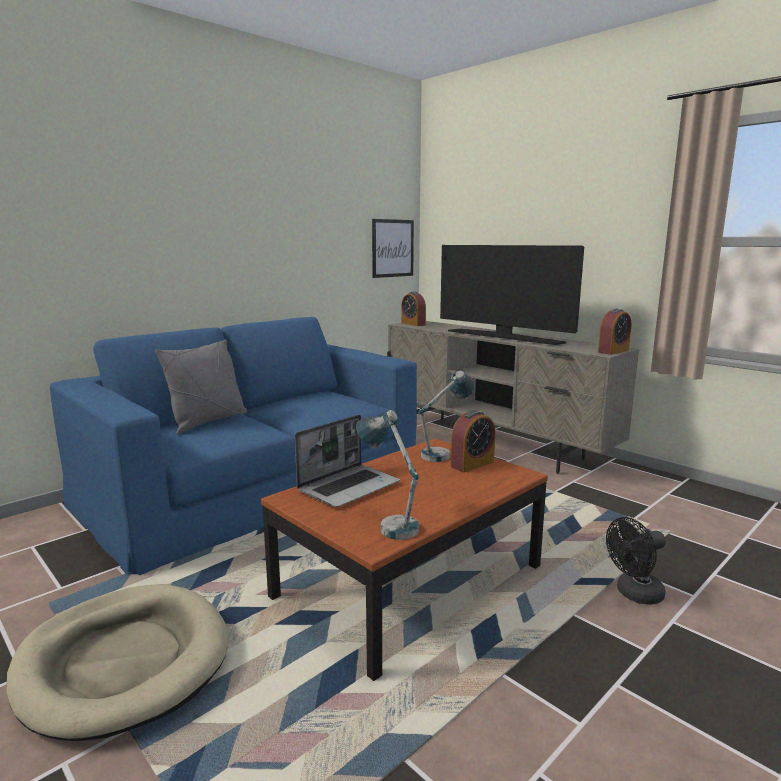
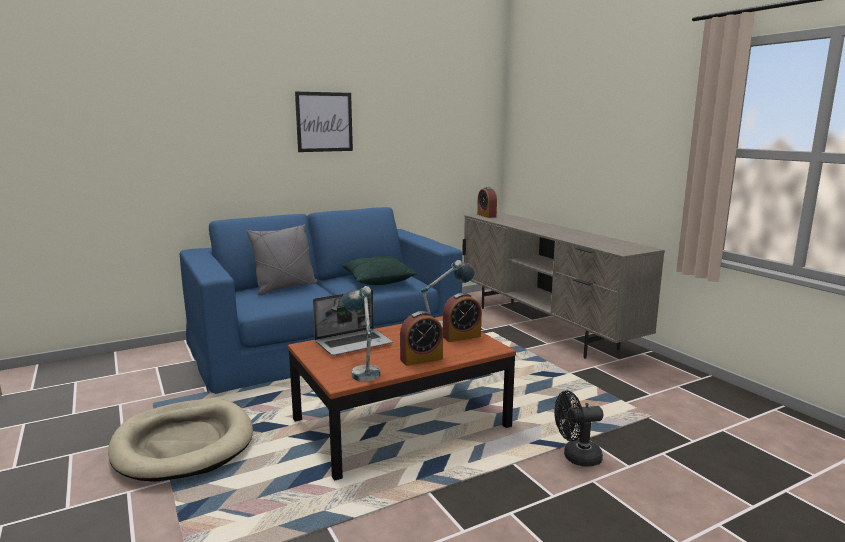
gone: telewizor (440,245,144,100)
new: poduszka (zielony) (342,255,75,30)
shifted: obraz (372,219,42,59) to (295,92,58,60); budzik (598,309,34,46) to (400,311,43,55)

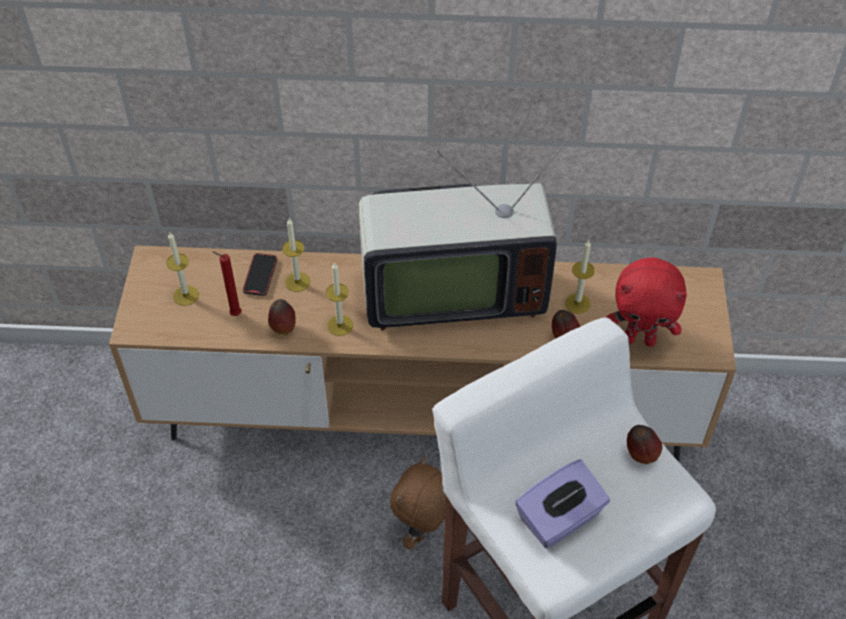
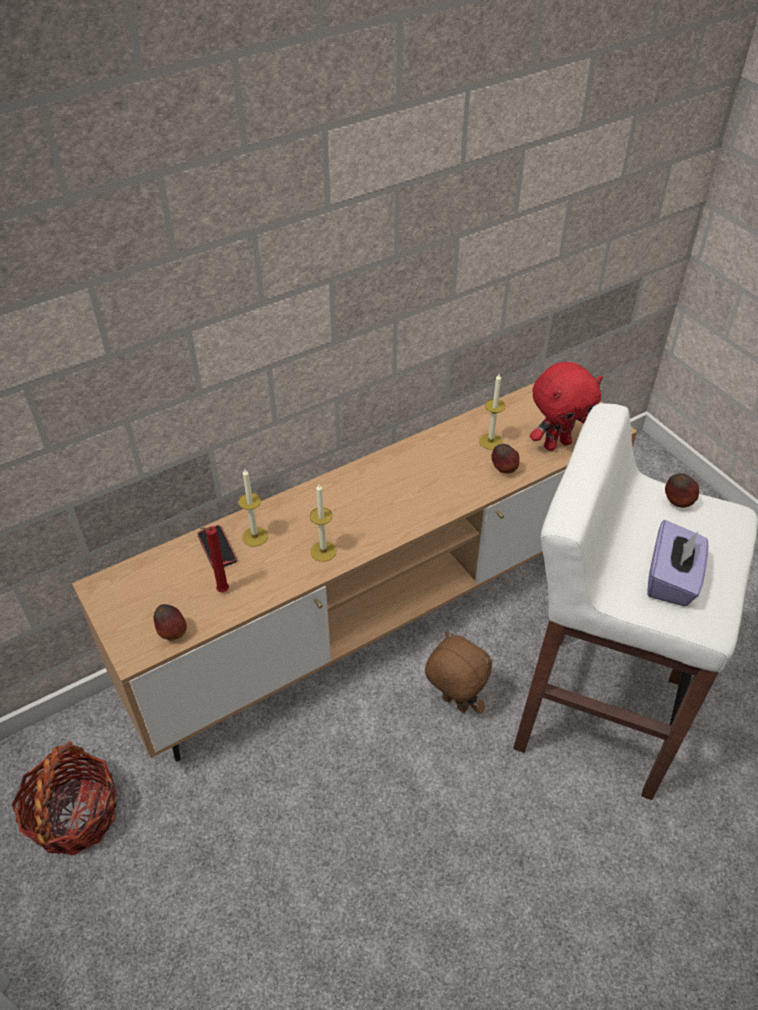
gone: świeca (166,232,33,74); telewizor (359,138,210,192)
new: koszyk (11,742,106,113)
shifted: jabłko (268,299,28,36) to (154,604,33,37)
rotated: pluszak (brązowy) (390,457,56,93) = (425,631,67,83) 135 degrees clockwise

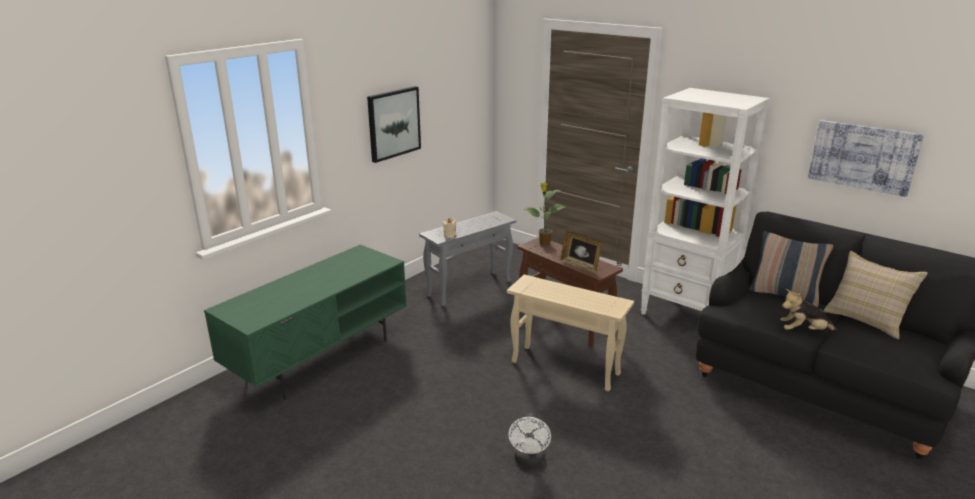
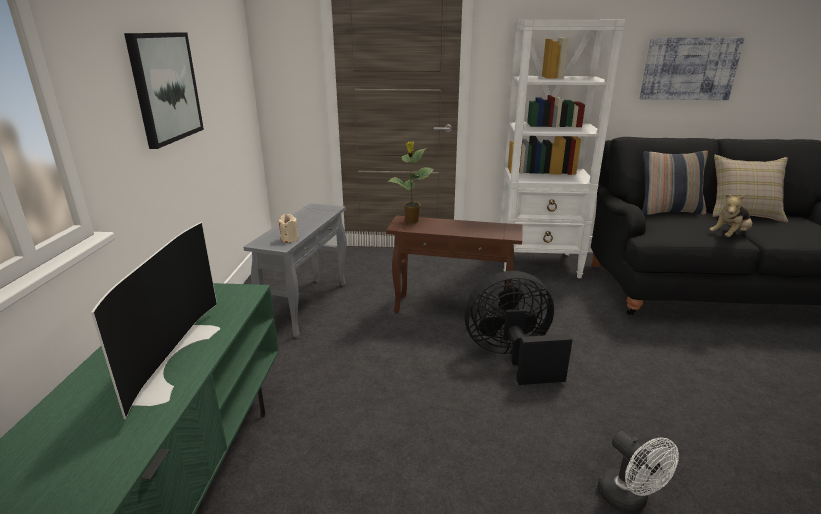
gone: ramka na zdjęcie (560,230,42,44)
new: telewizor (91,222,129,197)
swapped: stolik (beżowy) (507,275,127,117) to wentylator (czarny) (464,271,109,114)

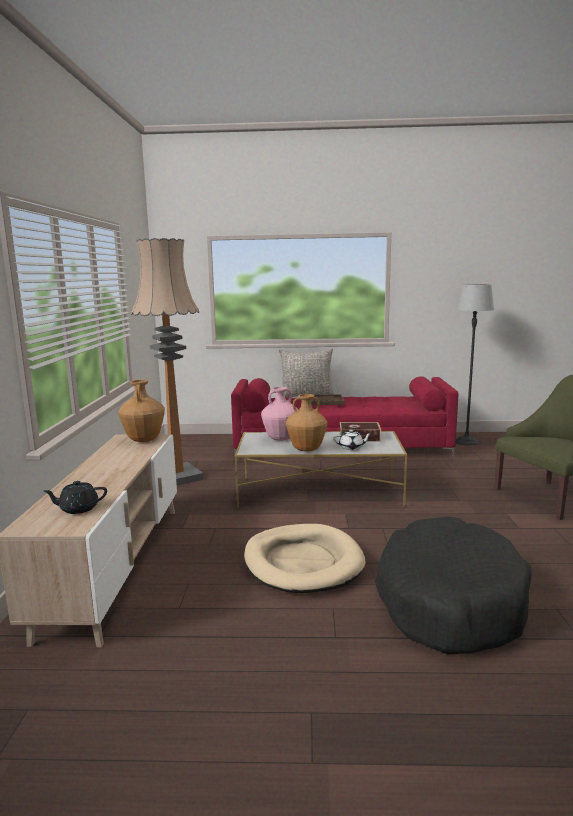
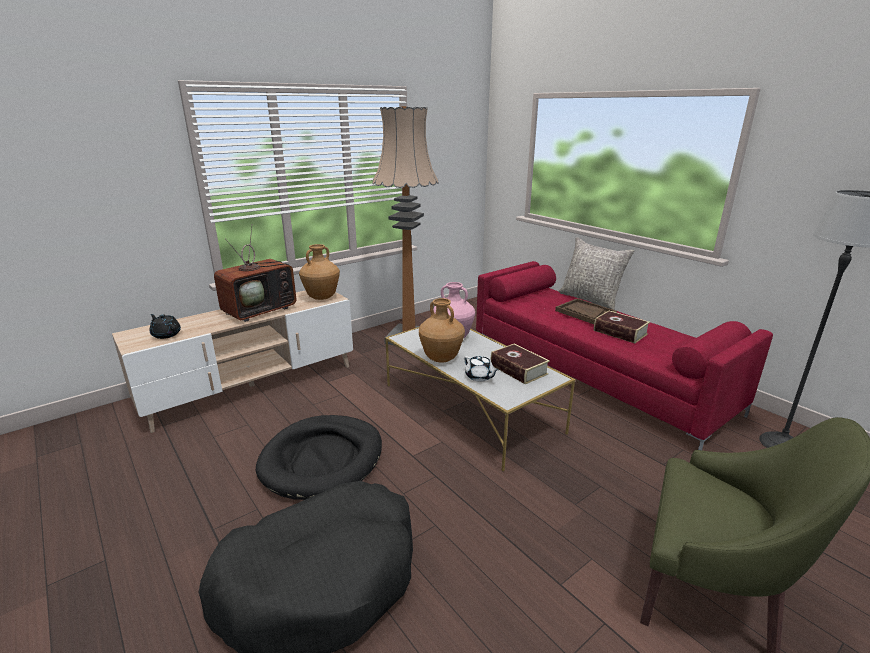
new: telewizor (214,224,83,98); książka (594,311,56,32)
repainted: legowisko (beżowy) (244,524,121,69) to legowisko (czarny) (256,415,126,85)

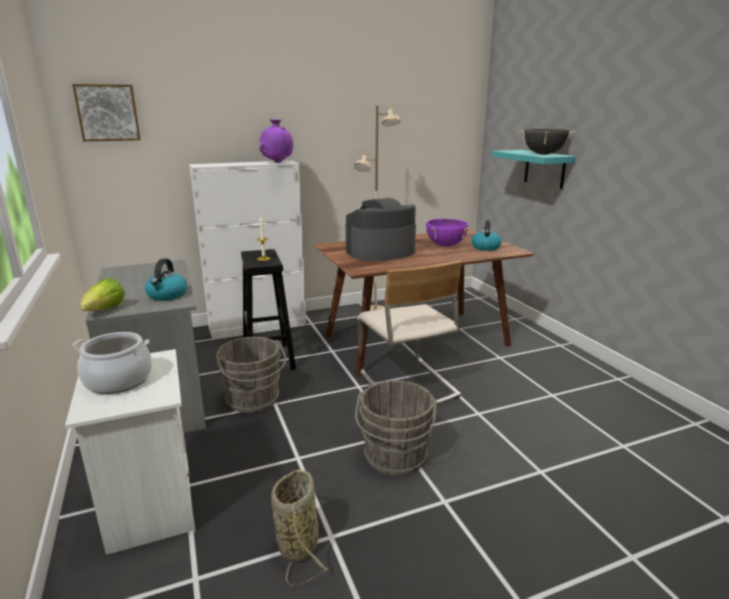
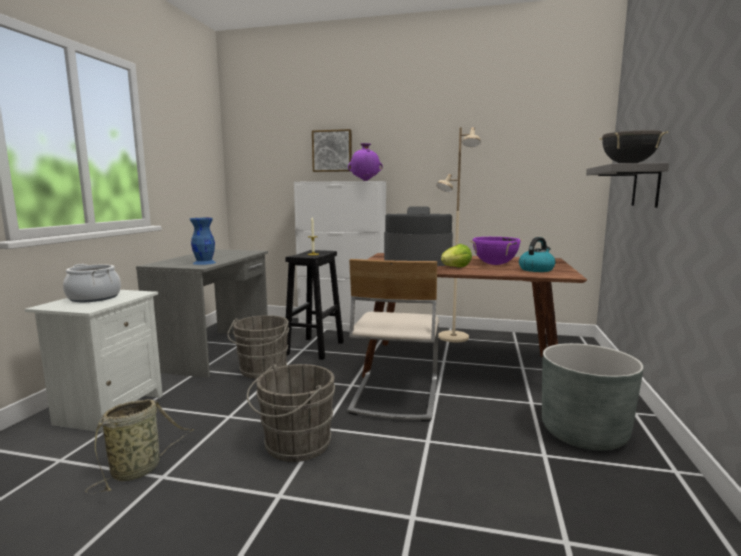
new: donica (szary) (542,343,102,108)
shifted: obraz (72,84,69,57) to (312,129,40,43); sałata (80,278,45,33) to (441,244,31,23)
swapped: czajnik (145,258,42,43) to wazon (niebieski) (190,218,26,47)
repainted: półka (turkusowy) (492,150,84,39) to półka (szary) (586,163,83,45)

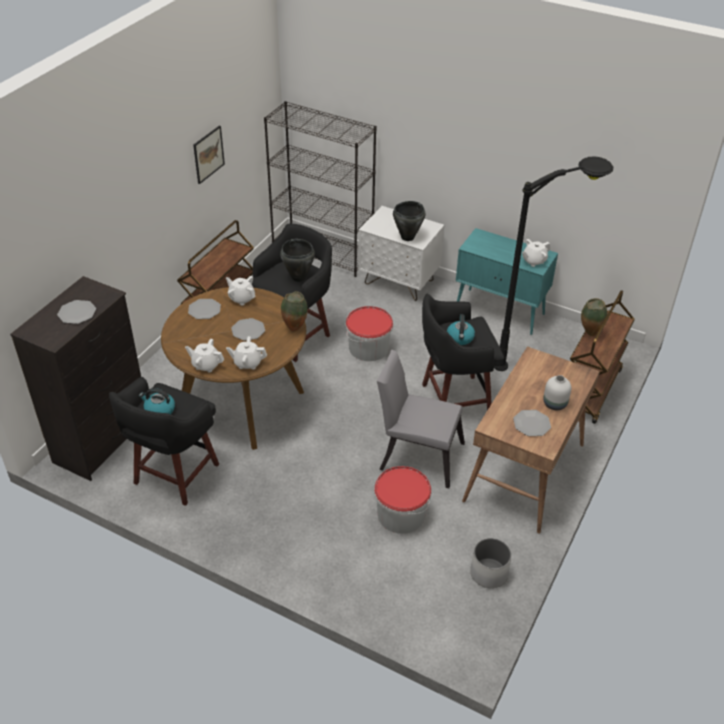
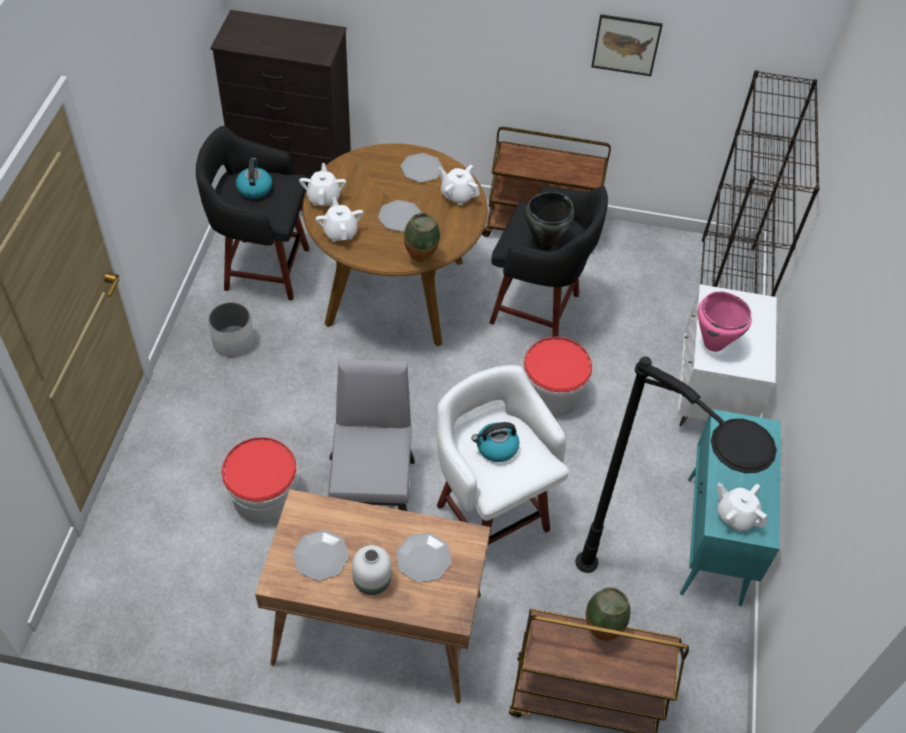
shifted: talerz (57,300,39,24) to (396,533,56,50); donica (biały) (470,538,42,50) to (208,302,47,55)
repainted: garnek (czarny) (393,201,32,40) to garnek (różowy) (698,291,54,61); stołek (czarny) (422,294,82,116) to stołek (biały) (436,365,133,180)
rotated: imbryk (biały) (226,276,30,29) = (438,165,42,40) 75 degrees counterclockwise

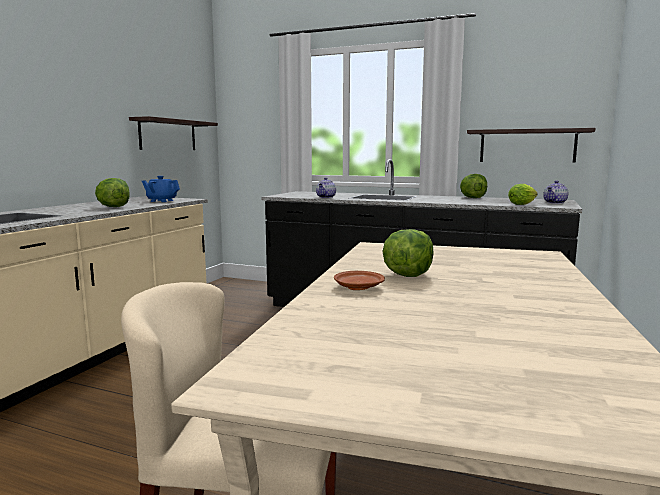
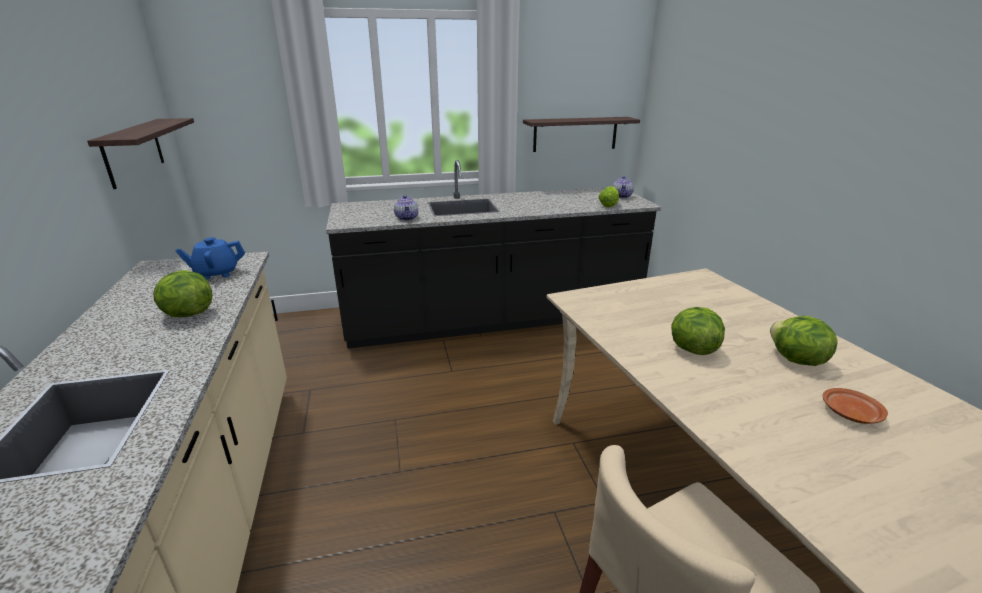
shifted: talerz (brązowy) (334,271,51,19) to (823,388,65,36); sałata (460,174,27,24) to (770,316,68,50)

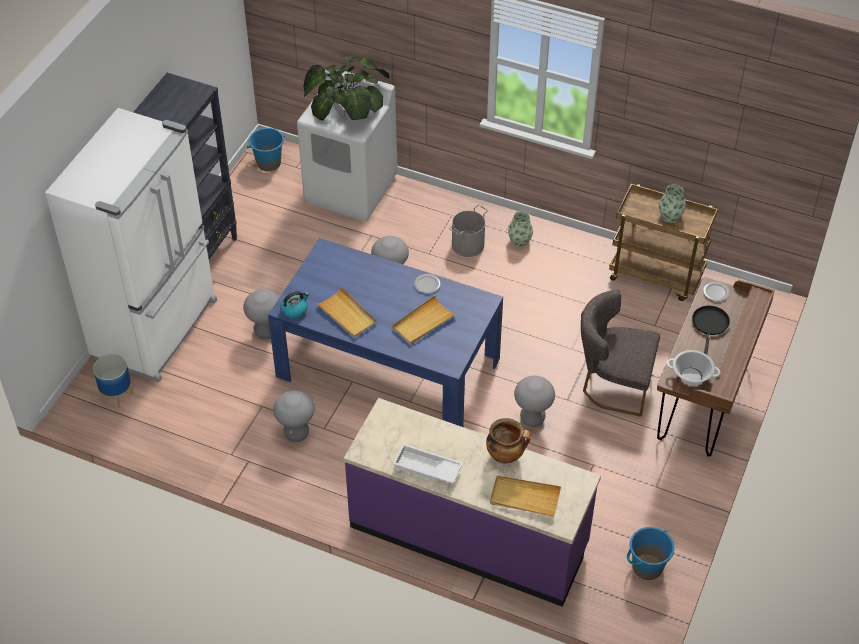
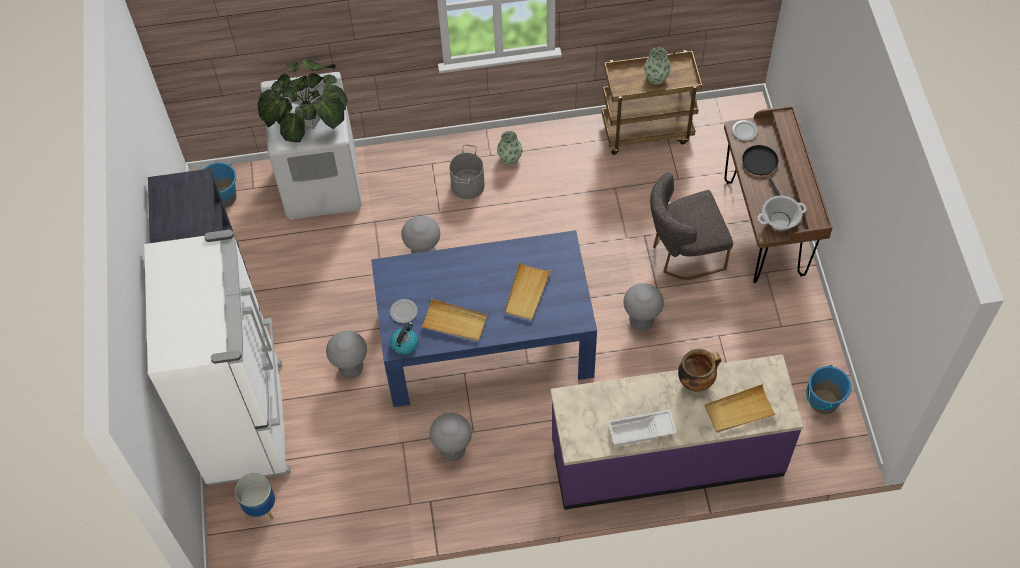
shifted: talerz (414,274,26,20) to (390,299,28,24)

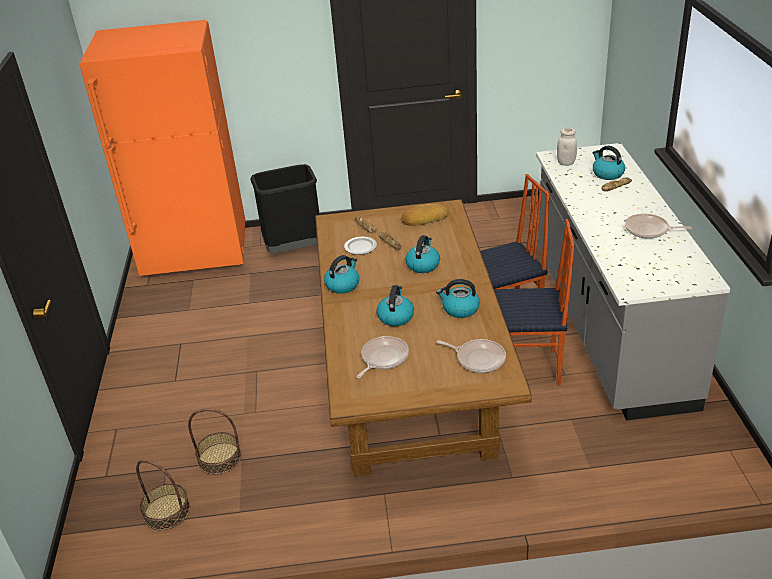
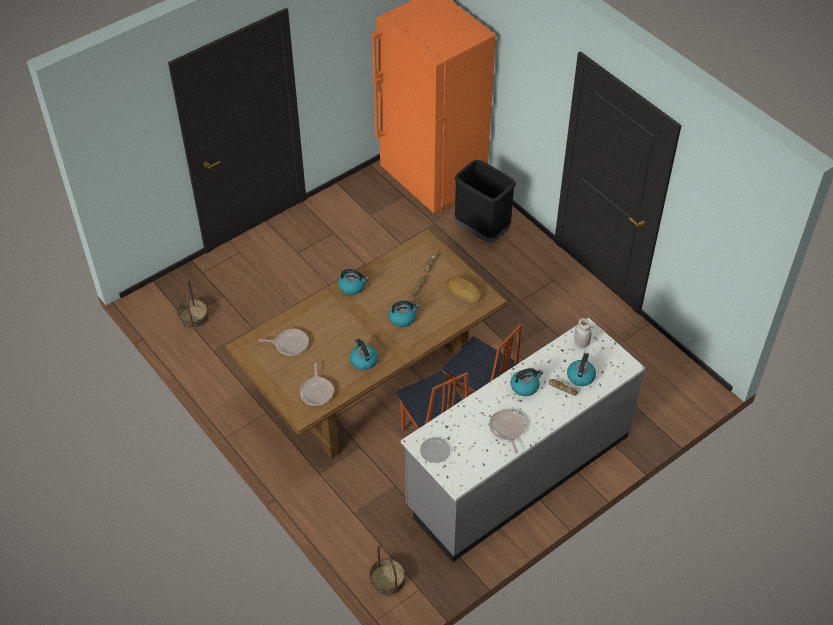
shifted: koszyk (188,409,53,66) to (370,545,35,51); talerz (344,236,33,19) to (420,437,30,26); czajnik (377,285,37,41) to (511,368,32,28)

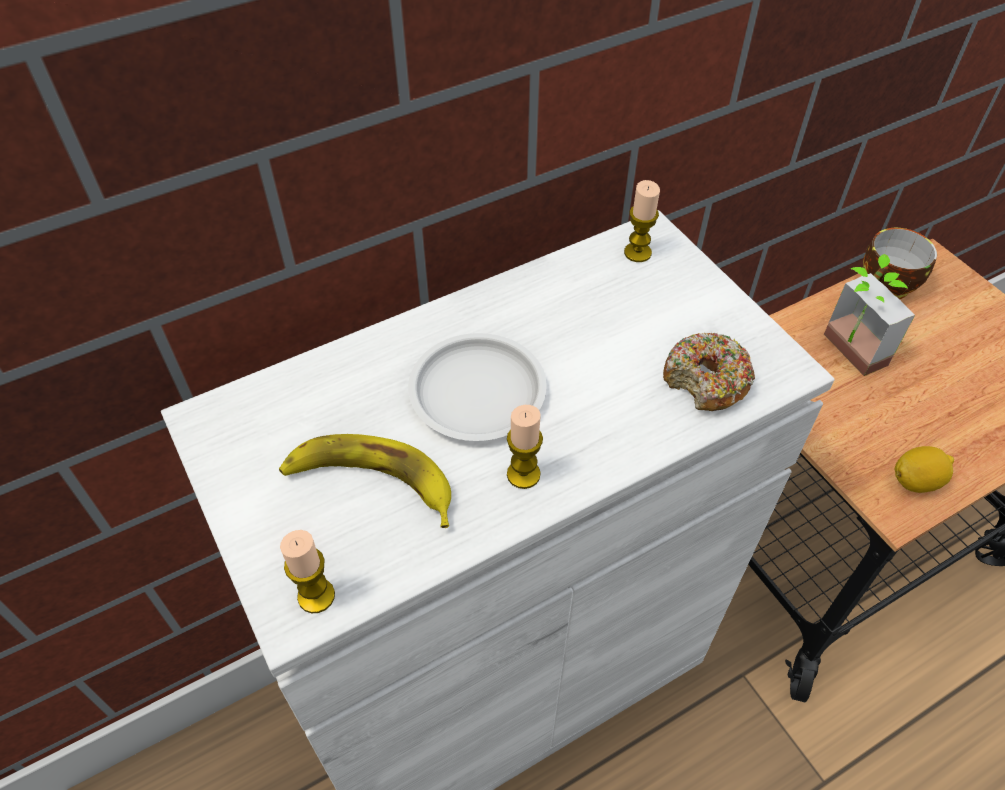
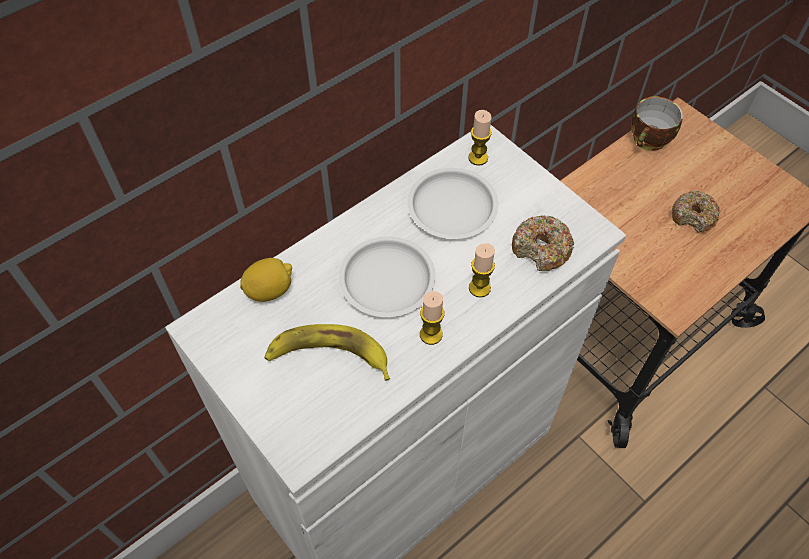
gone: roślina doniczkowa (824,254,91,122)
new: talerz (biały) (407,168,91,71); donut (672,191,49,42)
shifted: świeca (280,530,55,83) to (469,243,26,55); cytryna (895,446,59,47) to (240,258,52,44)

